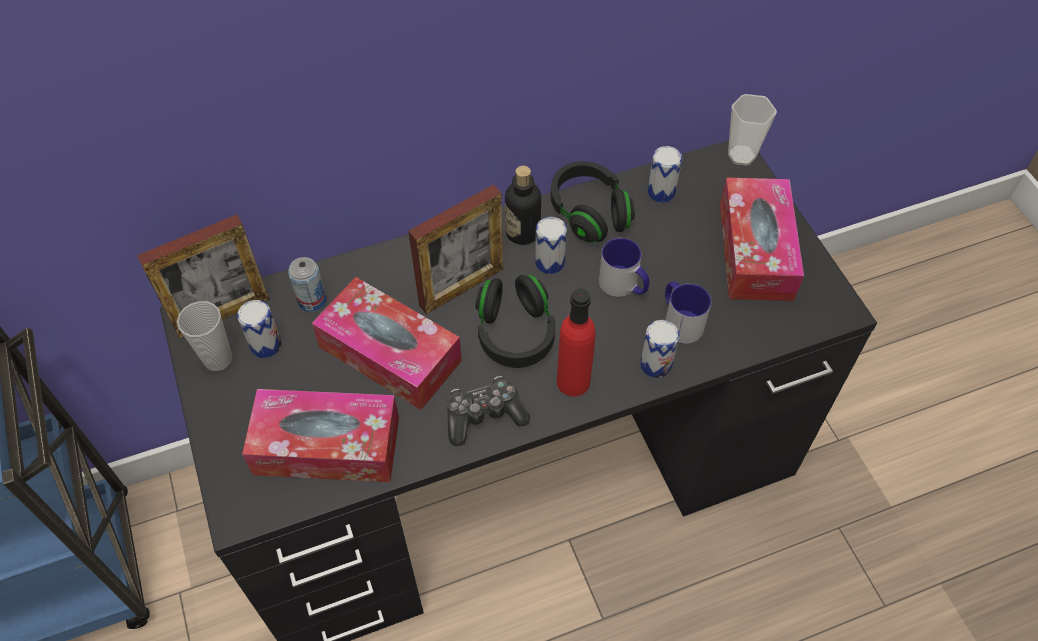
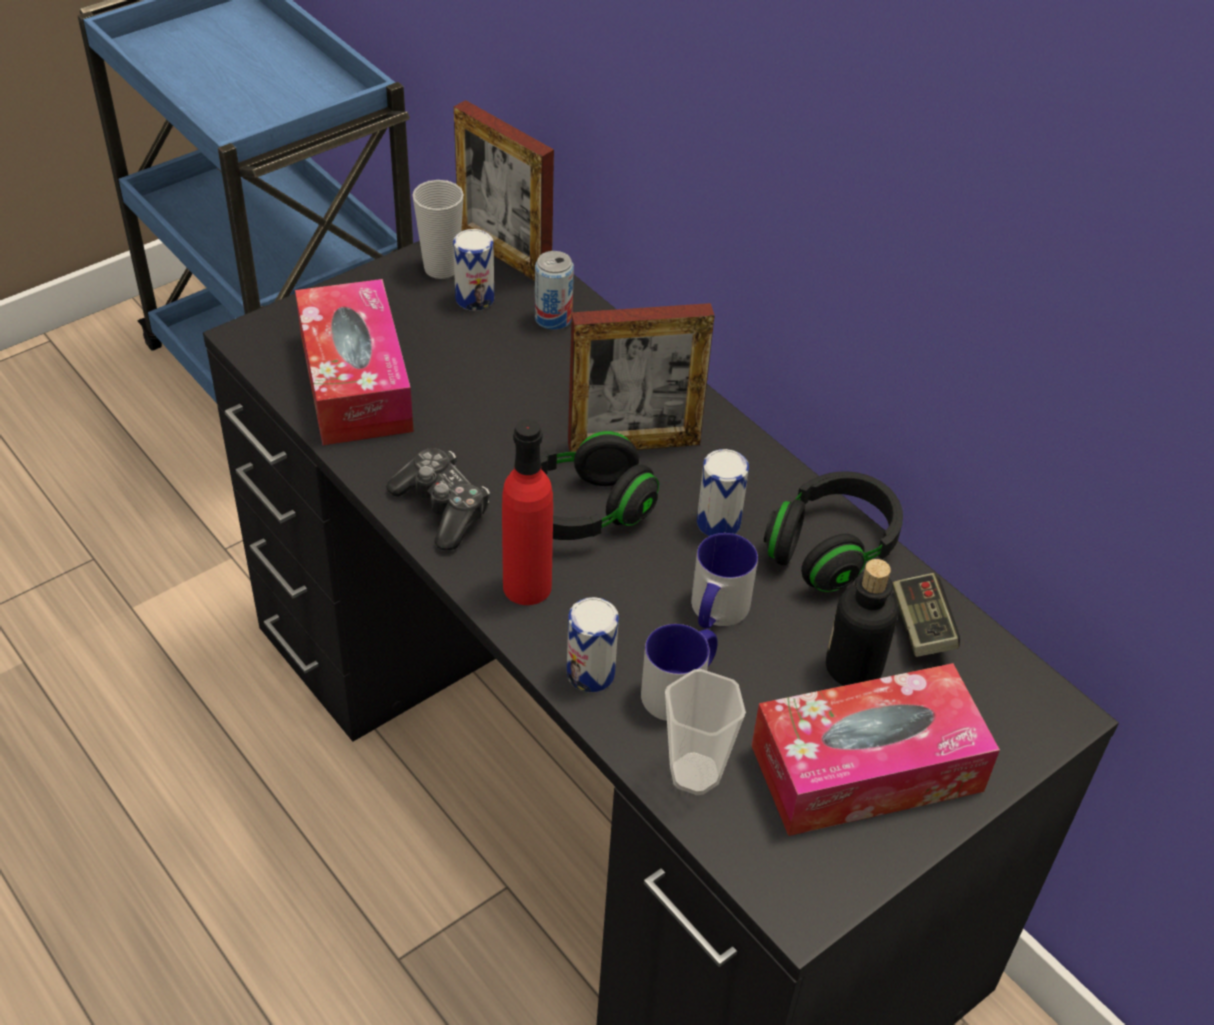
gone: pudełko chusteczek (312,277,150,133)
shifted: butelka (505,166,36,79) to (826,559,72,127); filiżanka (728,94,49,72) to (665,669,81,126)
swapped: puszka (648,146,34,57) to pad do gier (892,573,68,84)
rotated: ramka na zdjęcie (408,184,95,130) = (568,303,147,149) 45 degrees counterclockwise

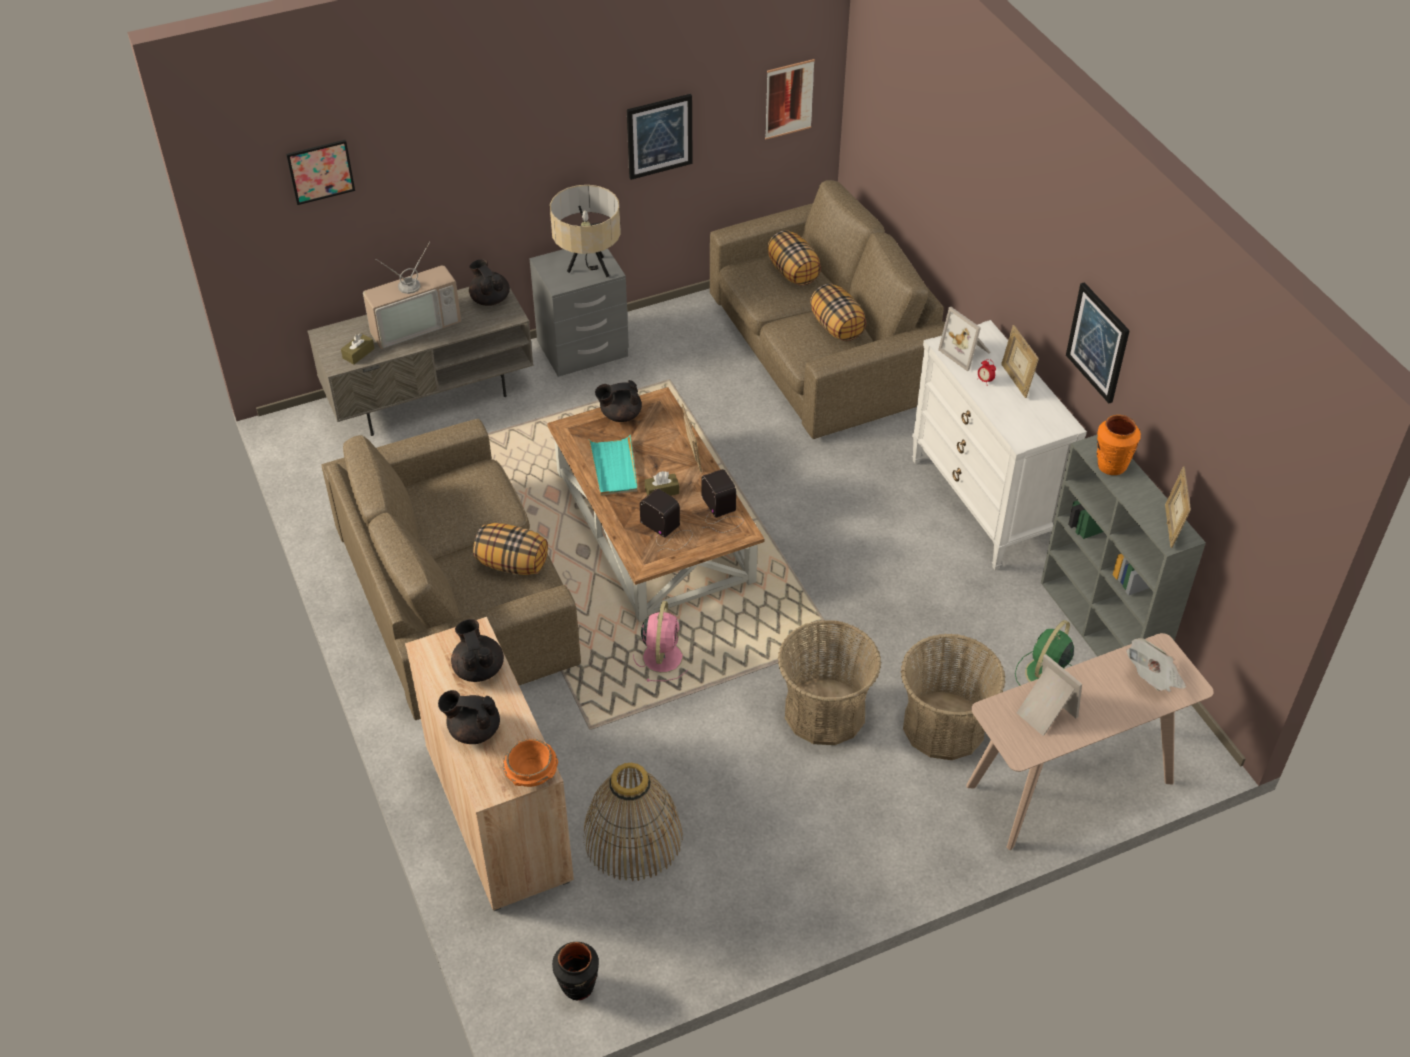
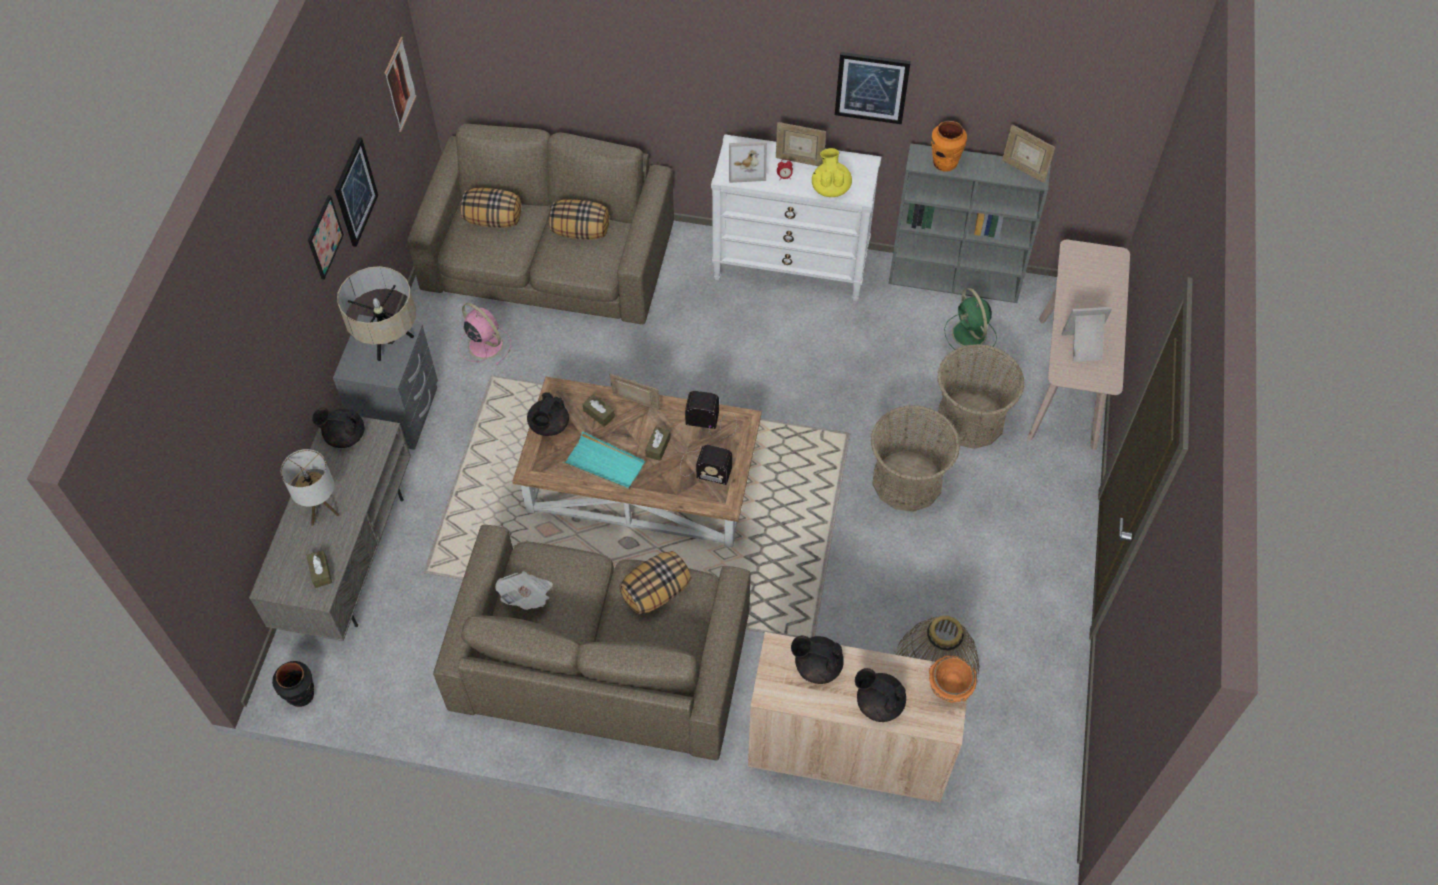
new: pudełko chusteczek (brązowy) (583,395,32,32); imbryk (żółty) (812,148,40,49)
shifted: obraz (286,140,69,65) to (308,195,36,84); wazon (czarny) (552,942,47,58) to (272,661,42,46); wentylator (różowy) (633,601,54,81) to (458,303,53,62); gazeta (1126,638,60,54) to (495,571,58,39)
swapped: telewizor (363,242,98,107) to lampa stołowa (281,449,58,77)
rotated: imbryk (czarny) (438,690,62,54) = (855,668,51,54) 75 degrees clockwise; radio (640,489,53,63) = (680,445,52,40) 150 degrees counterclockwise

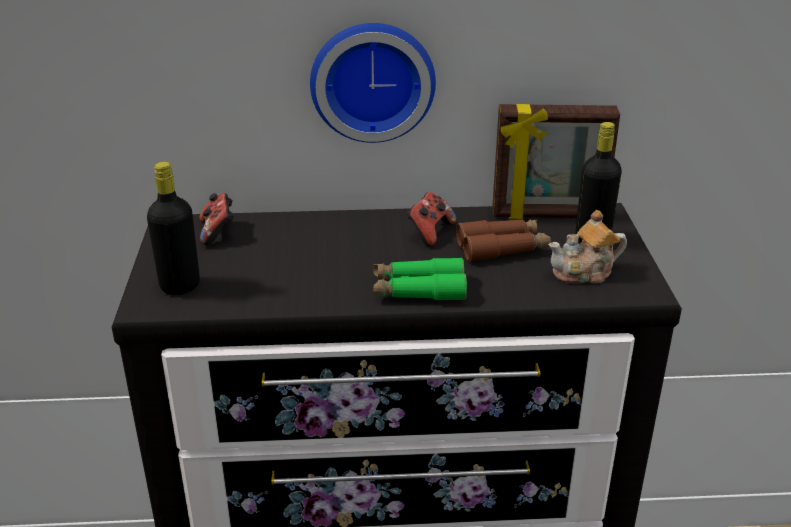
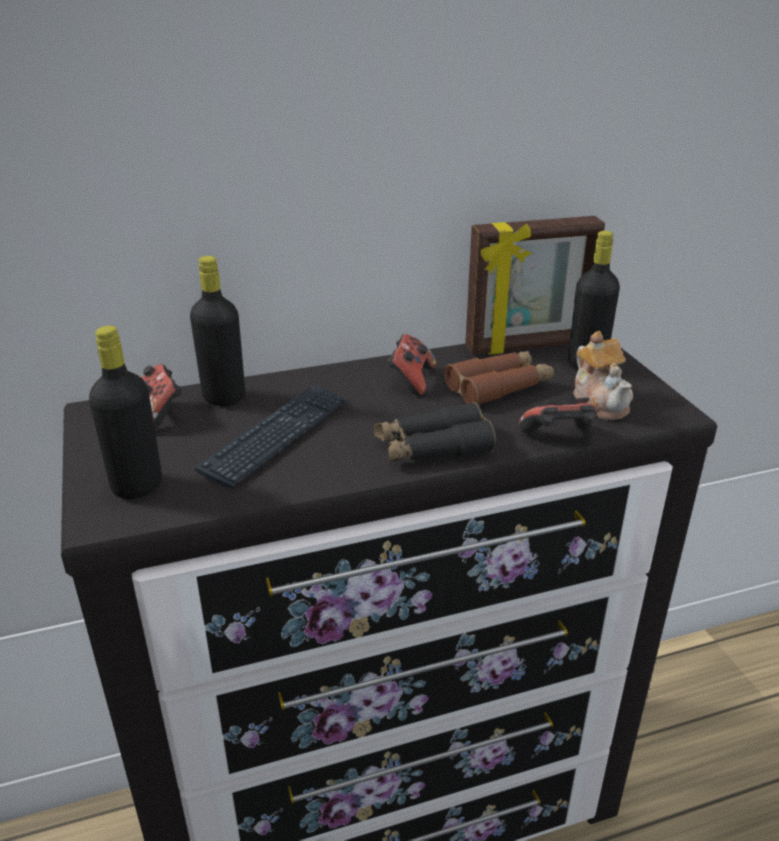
gone: zegar ścienny (310,23,126,120)
new: butelka (czarny) (190,256,55,150); klawiatura (195,385,153,103); pad do gier (519,398,78,35)
repainted: lornetka (zielony) (373,257,94,44) to lornetka (czarny) (374,402,123,59)
rotated: imbryk (549,210,78,73) = (573,331,60,89) 75 degrees counterclockwise

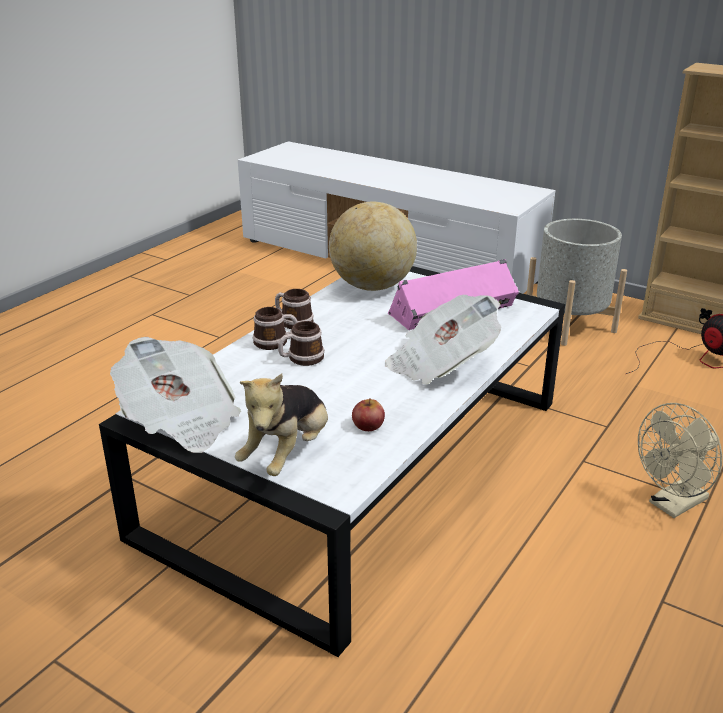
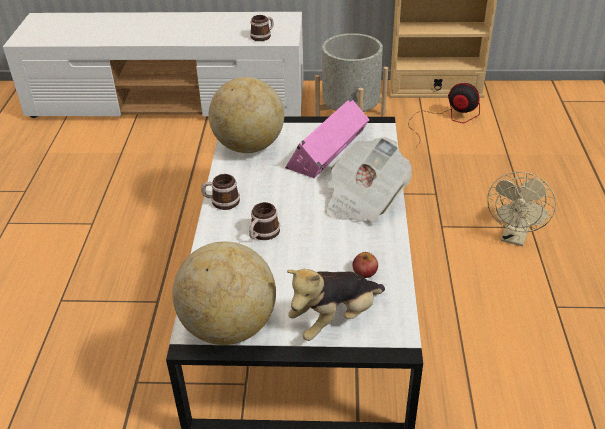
shifted: kubek (253,307,45,43) to (250,15,24,26)
swapped: gazeta (110,337,131,116) to globus (172,241,104,104)
rotated: pluszak (235,373,93,103) = (287,269,98,72) 60 degrees clockwise

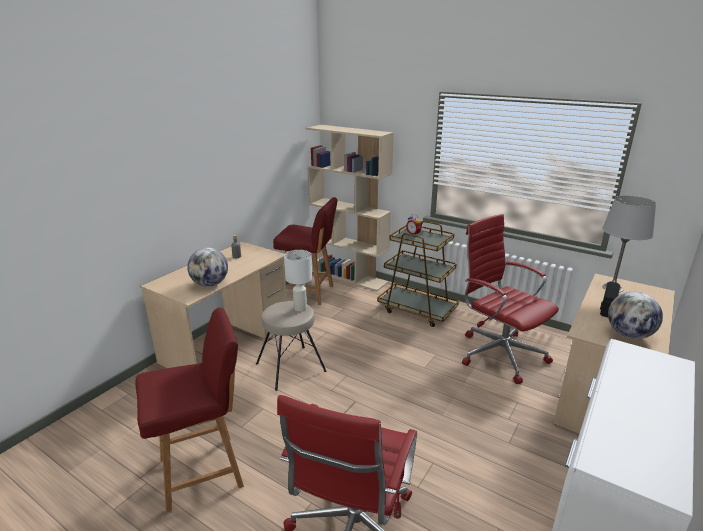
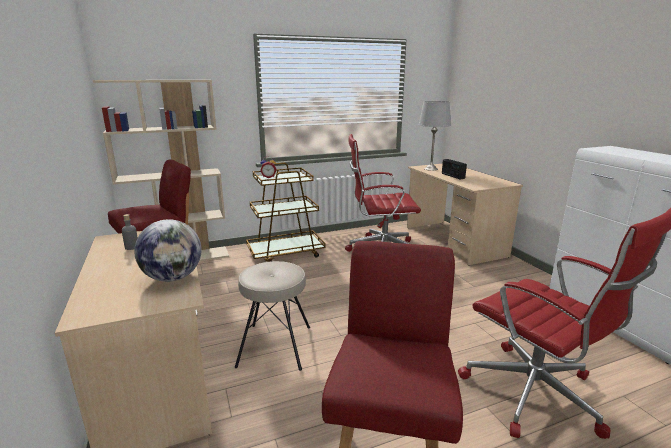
gone: lampa stołowa (biały) (284,250,28,61); globus (608,292,55,47)

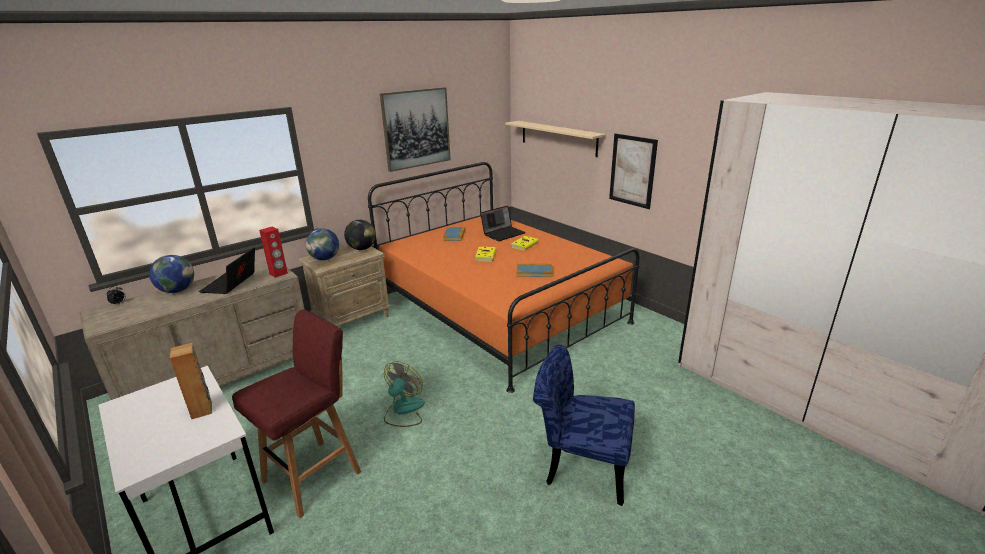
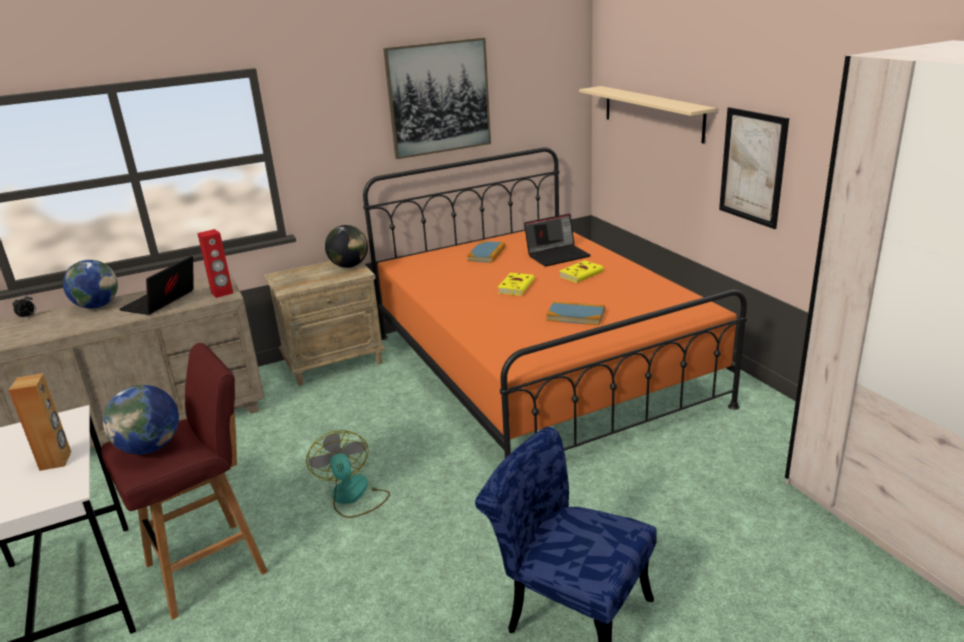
shifted: globus (306,229,33,31) to (103,385,76,70)
rotated: wentylator (384,361,41,66) = (306,430,84,88) 60 degrees counterclockwise

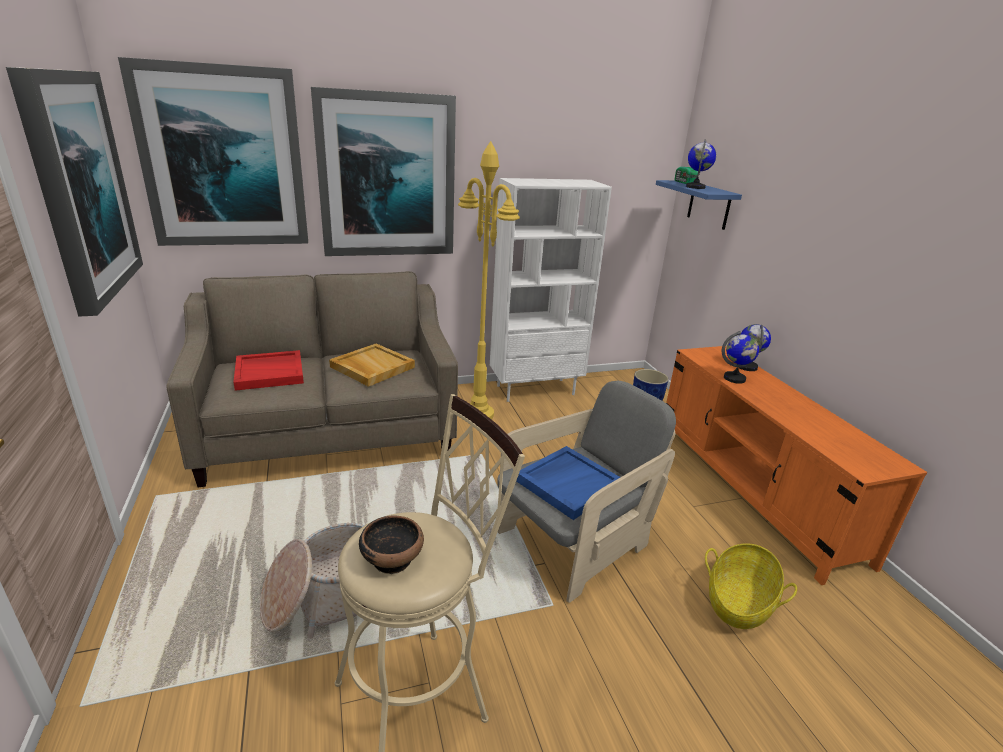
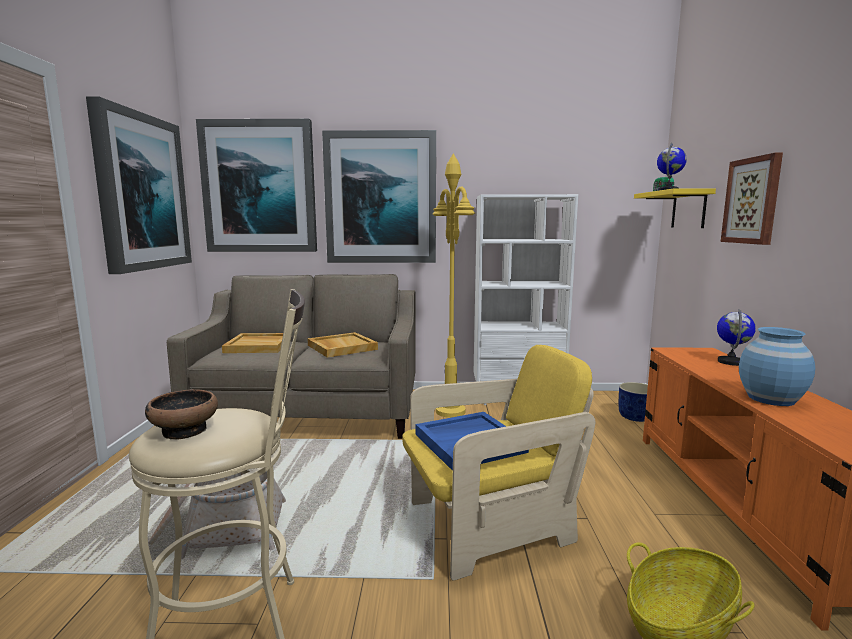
gone: globus (722,331,37,53)
new: obraz (721,153,62,92); wazon (niebieski) (739,327,76,79)
repainted: taca (czerwony) (233,350,71,41) to taca (beżowy) (222,333,61,20); fotel (szary) (497,381,179,222) to fotel (żółty) (402,345,193,235); półka (niebieski) (656,180,86,50) to półka (żółty) (634,188,82,40)

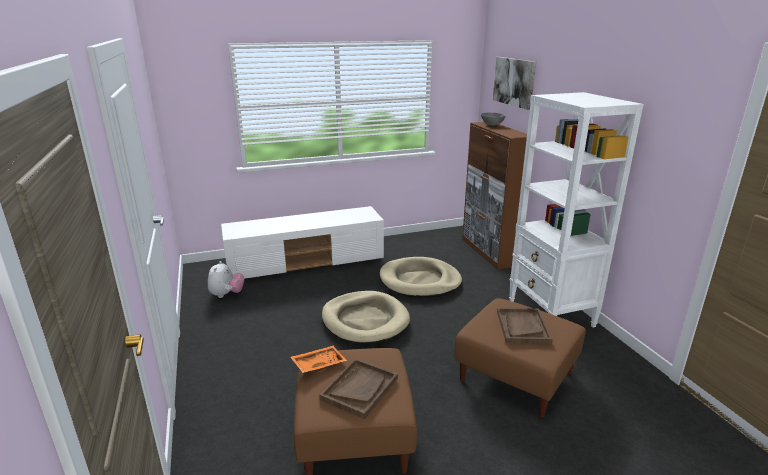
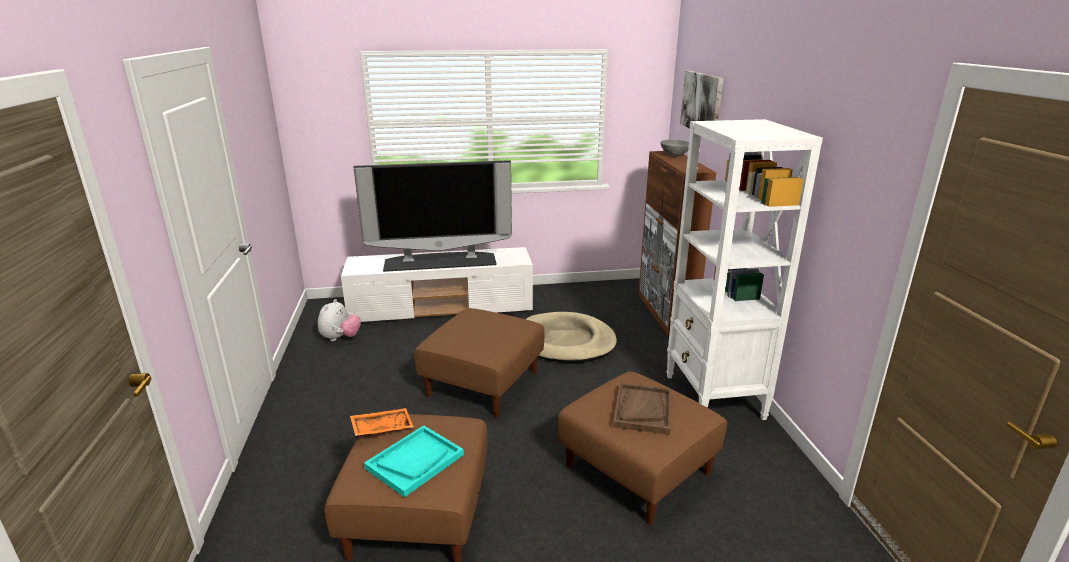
new: telewizor (353,160,159,112)
swapped: legowisko (beżowy) (322,291,88,53) to pufa (brązowy) (414,308,130,109)
repainted: taca (brązowy) (319,358,79,61) to taca (turkusowy) (364,425,100,72)

